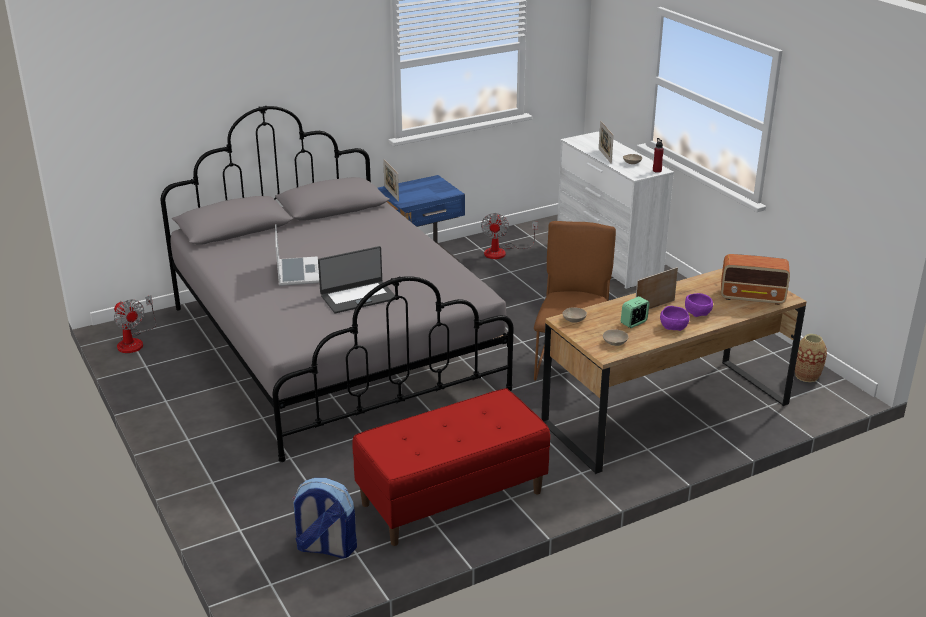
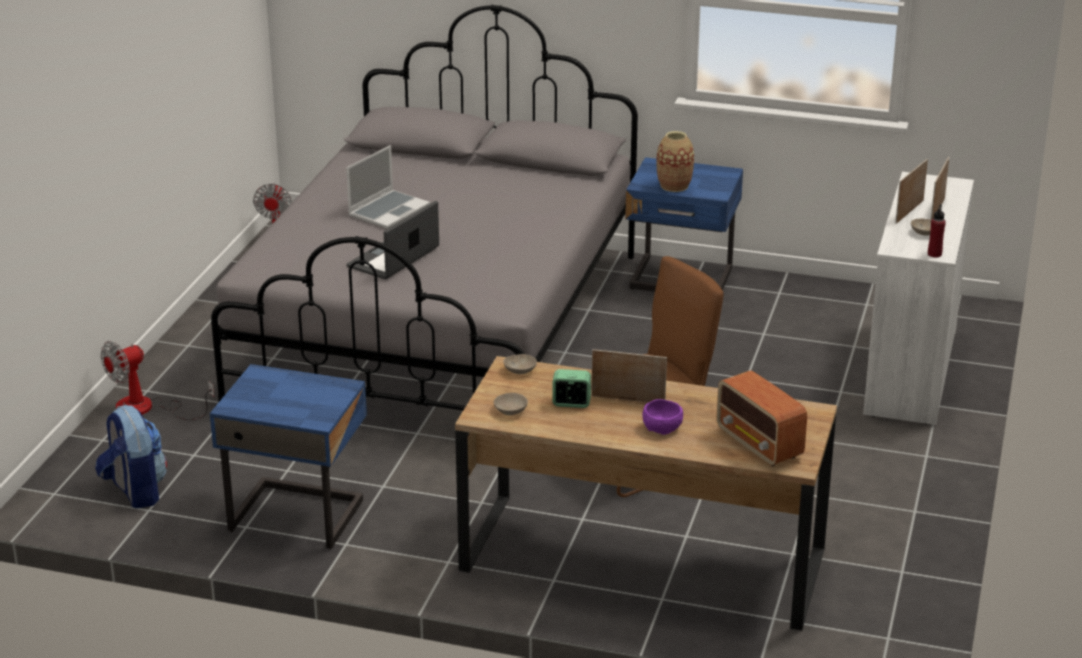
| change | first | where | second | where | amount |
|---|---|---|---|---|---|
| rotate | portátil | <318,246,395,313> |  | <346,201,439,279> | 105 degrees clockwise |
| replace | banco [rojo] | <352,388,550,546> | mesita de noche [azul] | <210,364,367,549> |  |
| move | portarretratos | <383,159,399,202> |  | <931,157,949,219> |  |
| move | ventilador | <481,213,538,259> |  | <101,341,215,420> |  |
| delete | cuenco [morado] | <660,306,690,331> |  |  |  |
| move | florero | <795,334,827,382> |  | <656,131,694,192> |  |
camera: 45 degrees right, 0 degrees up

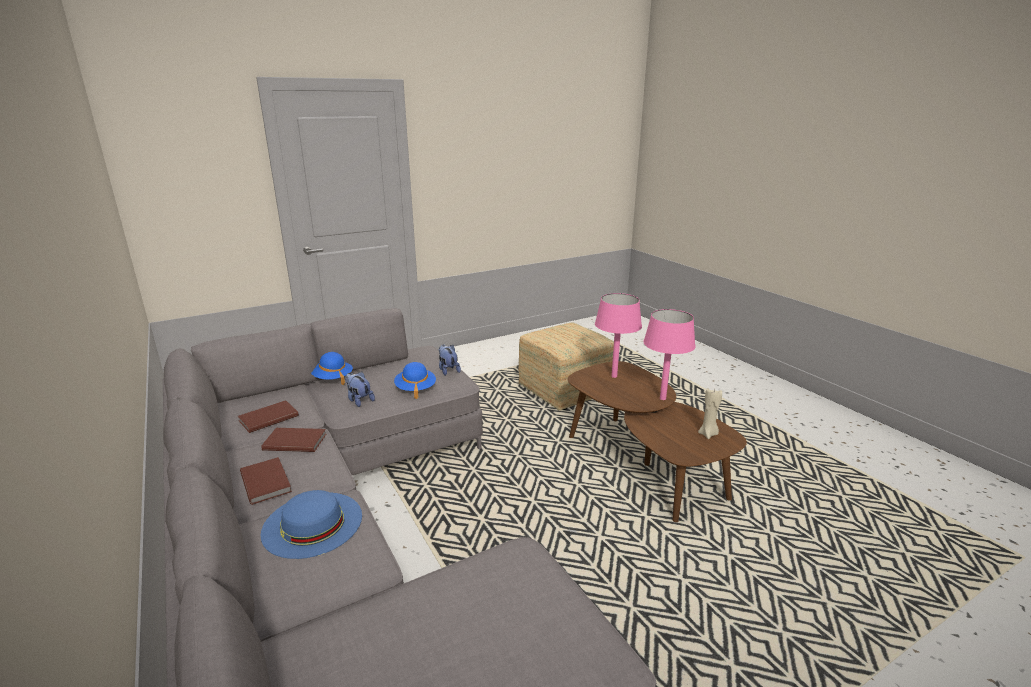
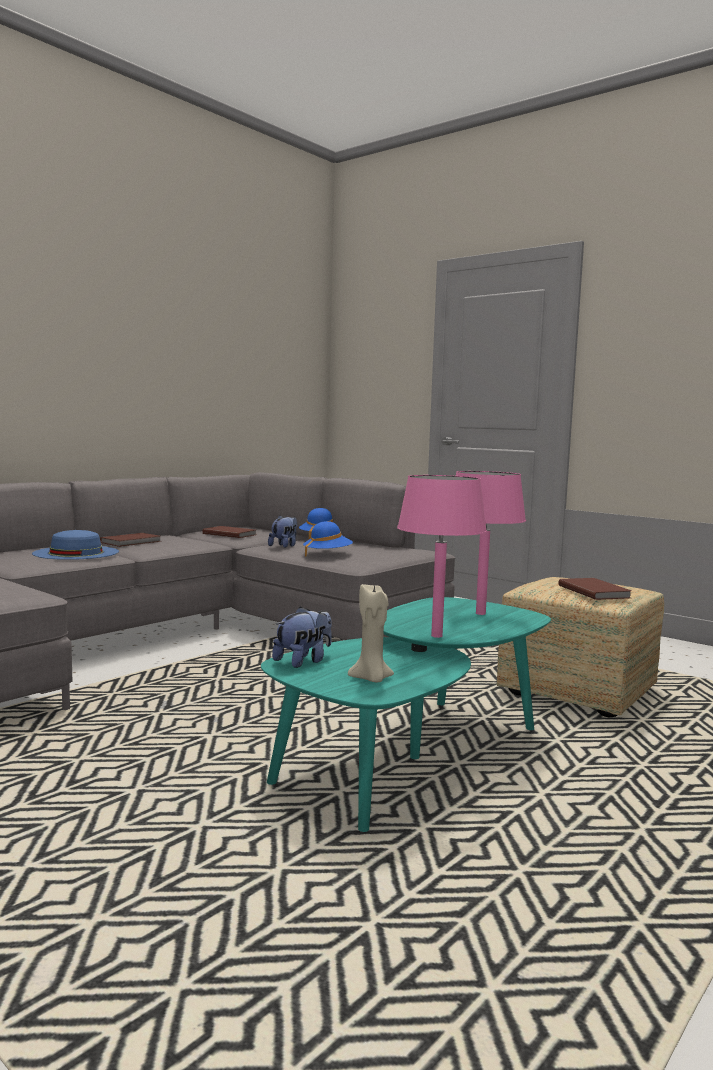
| change | first | where | second | where | amount |
|---|---|---|---|---|---|
| move | libro [marrón] | <261,428,326,452> |  | <558,578,632,600> |  |
| move | peluche | <439,344,461,376> |  | <272,606,332,668> |  |
| recolor | mesa de centro [marrón] | <567,361,747,522> | mesa de centro [turquesa] | <261,597,551,832> |  |
camera: 70 degrees right, 15 degrees down

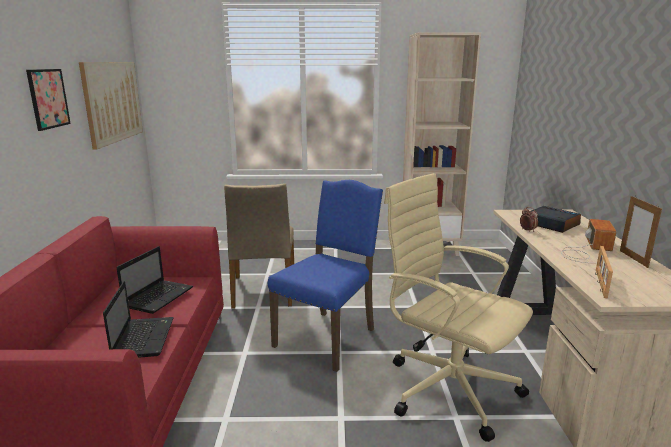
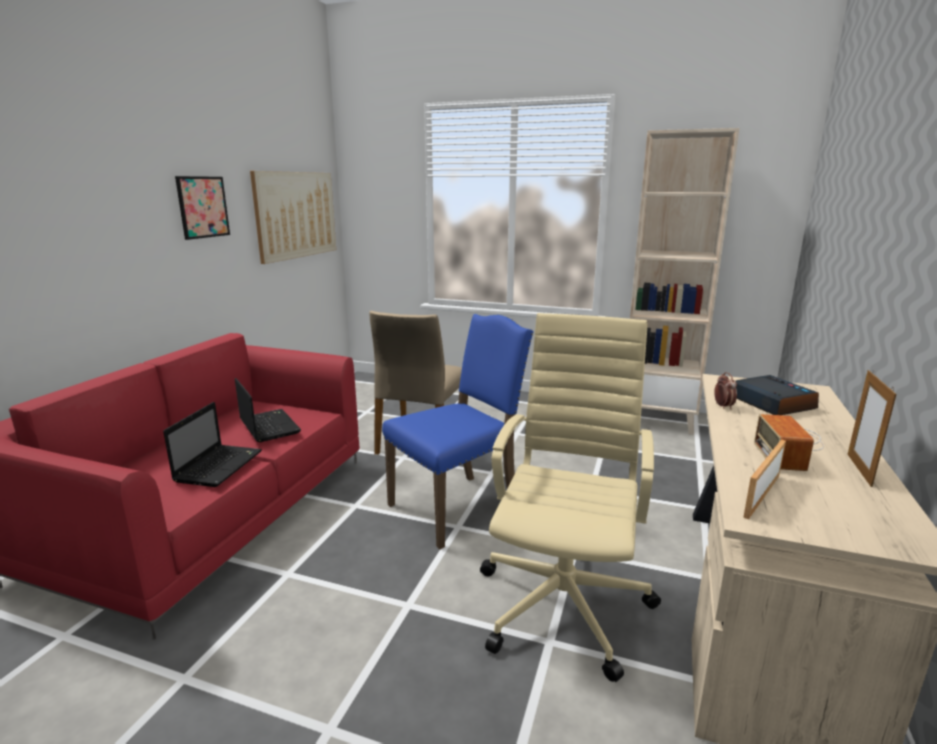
| change | first | where | second | where | amount |
|---|---|---|---|---|---|
| rotate | portátil | <116,246,193,314> |  | <235,378,301,442> | 75 degrees counterclockwise |
| rotate | silla de oficina [beis] | <384,173,533,442> |  | <480,313,661,682> | 45 degrees clockwise |
| rotate | radio | <561,219,616,263> |  | <754,414,824,471> | 150 degrees clockwise |
camera: 20 degrees right, 0 degrees up

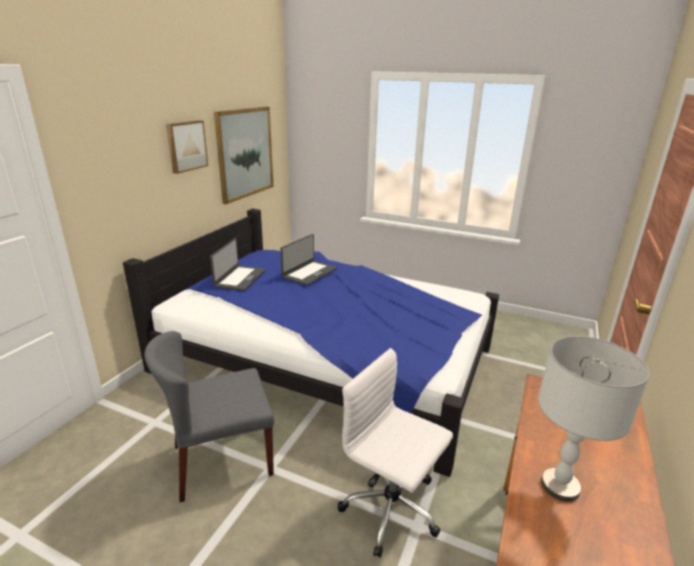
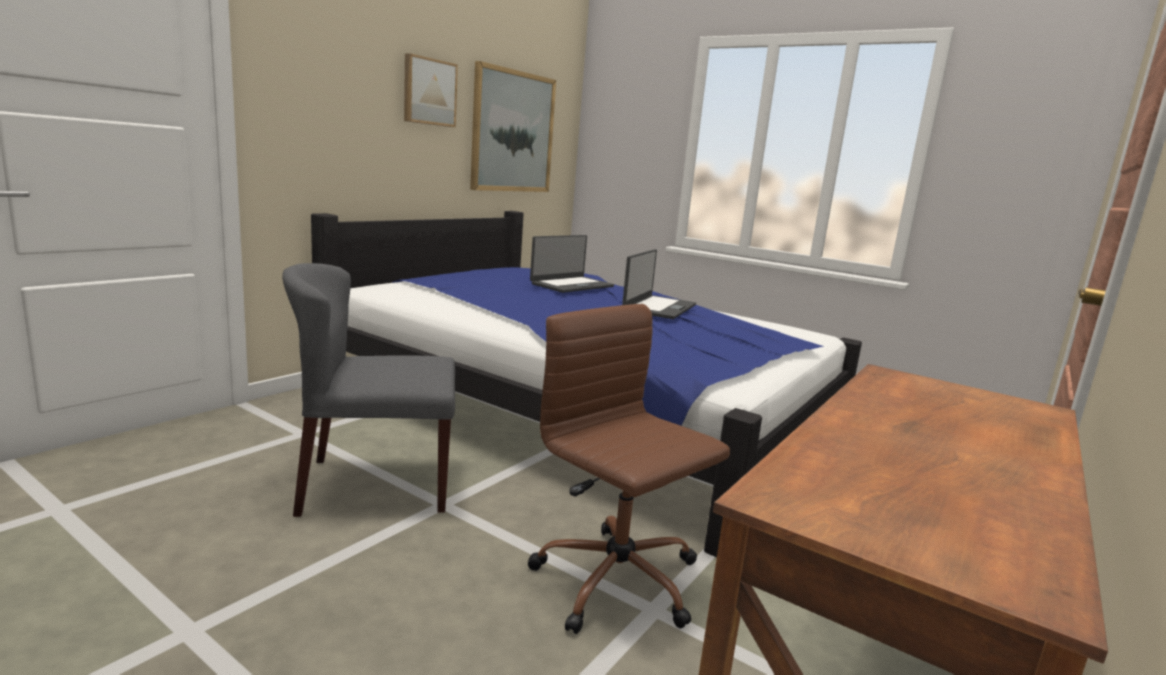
| change | first | where | second | where | amount |
|---|---|---|---|---|---|
| move | portátil | <210,238,266,291> |  | <622,249,696,319> |  |
| recolor | silla de oficina [blanco] | <338,348,453,558> | silla de oficina [marrón] | <527,304,730,634> |  |
| delete | lámpara de mesa [gris] | <538,336,649,502> |  |  |  |
camera: 10 degrees right, 10 degrees down

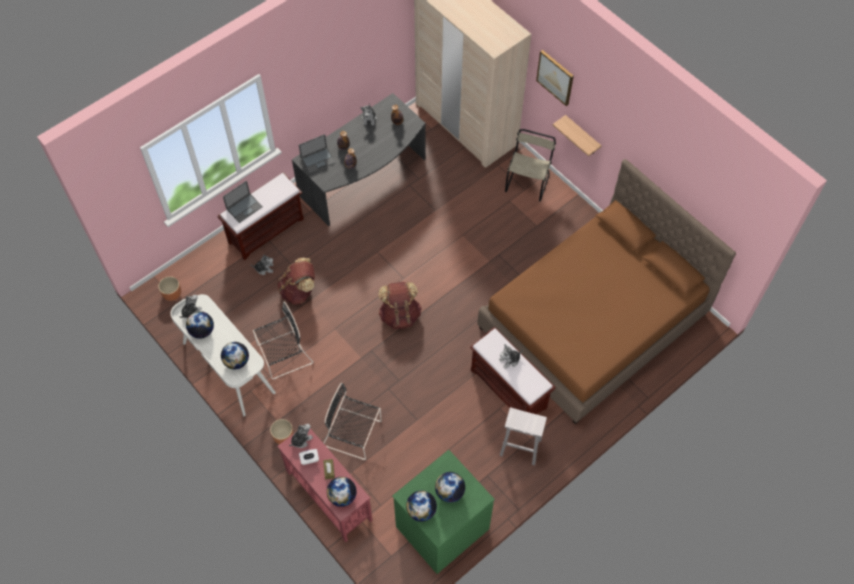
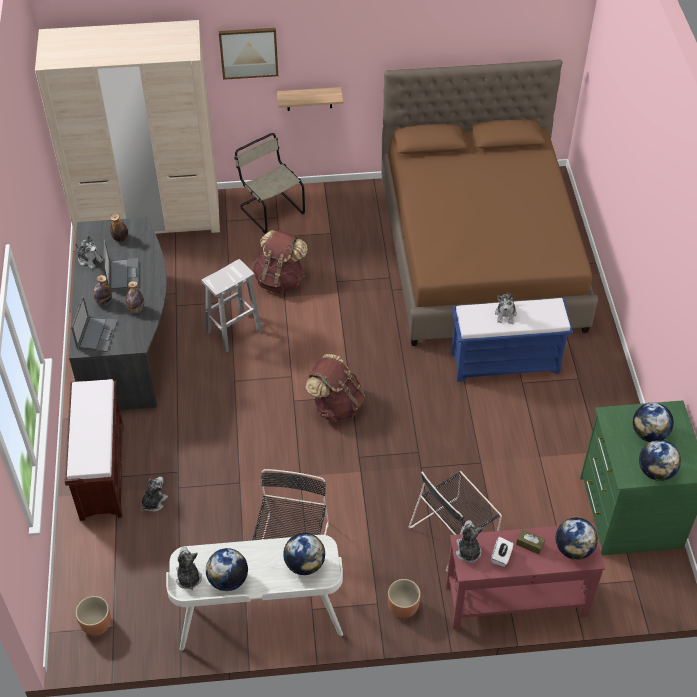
| change | first | where | second | where | amount |
|---|---|---|---|---|---|
| move | portátil | <223,180,263,223> |  | <104,240,139,290> |  |
| move | mochila [marrón] | <277,257,315,305> |  | <253,230,308,293> |  |
| recolor | banco [marrón] | <470,327,555,414> | banco [azul] | <451,298,573,382> |  |
| move | taburete [blanco] | <499,407,547,465> |  | <201,259,262,353> |  |
camera: 55 degrees left, 10 degrees down

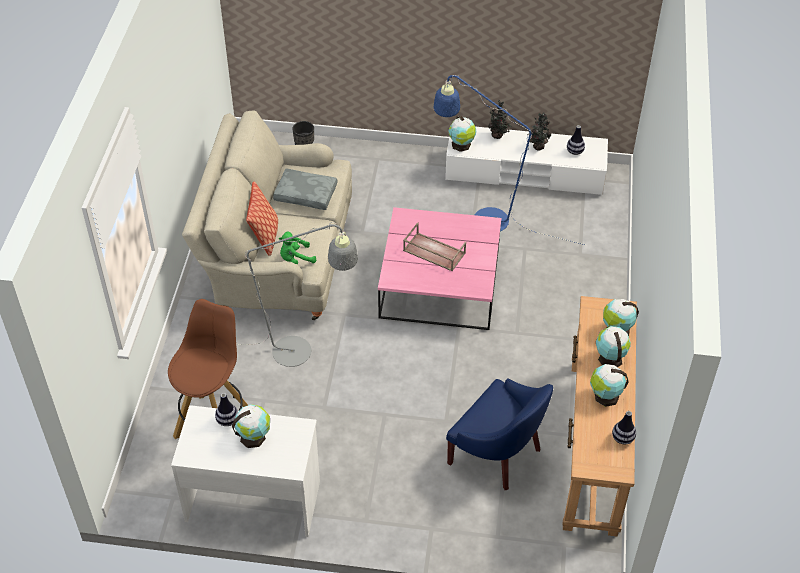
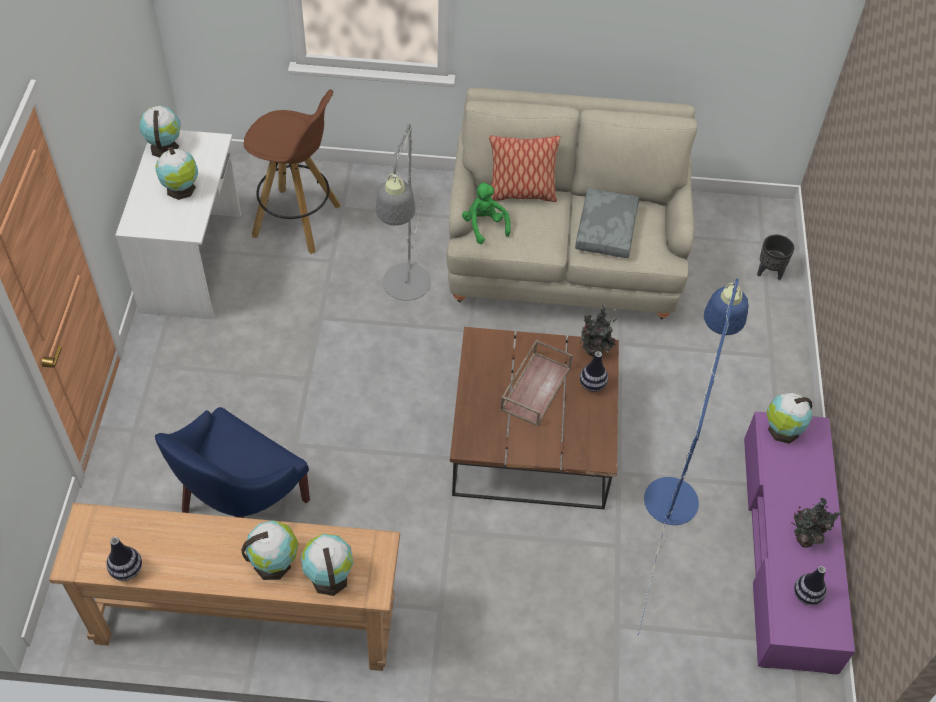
| change | first | where | second | where | amount |
|---|---|---|---|---|---|
| move | florero | <215,393,238,426> |  | <580,351,608,392> |  |
| recolor | mesa de centro [rosa] | <378,207,501,330> | mesa de centro [marrón] | <450,327,619,509> |  |
| recolor | mueble de televisión [blanco] | <445,127,608,195> | mueble de televisión [morado] | <744,412,855,674> |  |
| move | planta en maceta | <488,100,511,139> |  | <580,305,618,357> |  |
| move | globo terráqueo | <590,364,629,407> |  | <139,105,180,158> |  |
camera: 85 degrees right, 5 degrees up

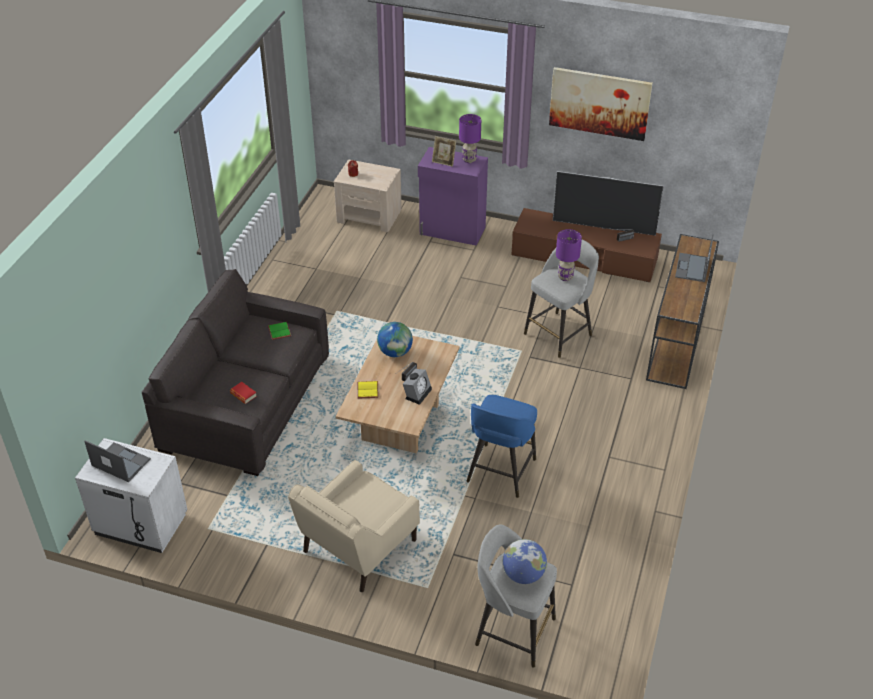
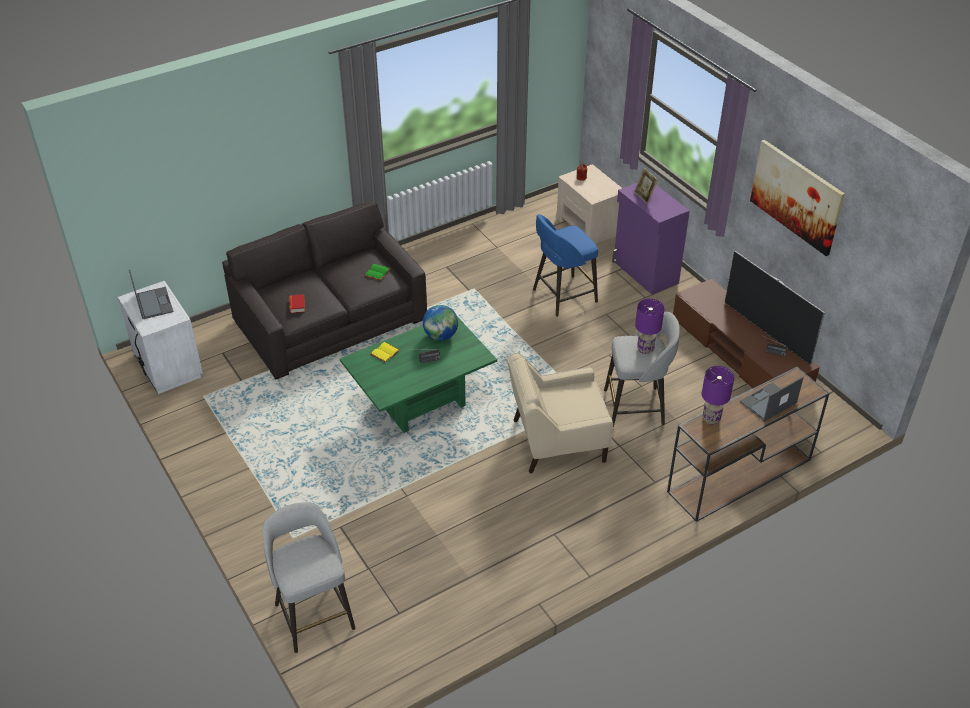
| change | first | where | second | where | amount |
|---|---|---|---|---|---|
| move | sillón [beis] | <288,460,420,592> |  | <507,353,613,473> |  |
| recolor | mesa de centro [beis] | <336,336,460,453> | mesa de centro [verde] | <340,317,497,433> |  |
| delete | despertador | <403,369,432,405> |  |  |  |
| move | lámpara de mesa [morado] | <459,114,481,163> |  | <702,366,735,425> |  |
| move | taburete [azul] | <466,395,537,498> |  | <533,214,598,317> |  |
| delete | globo terráqueo | <503,539,547,584> |  |  |  |
camera: 40 degrees right, 0 degrees up

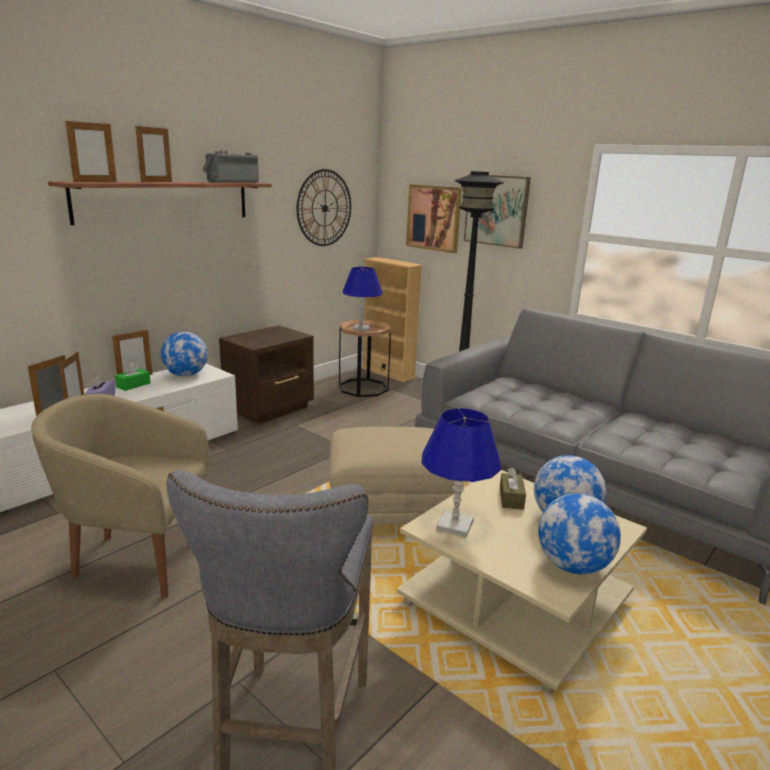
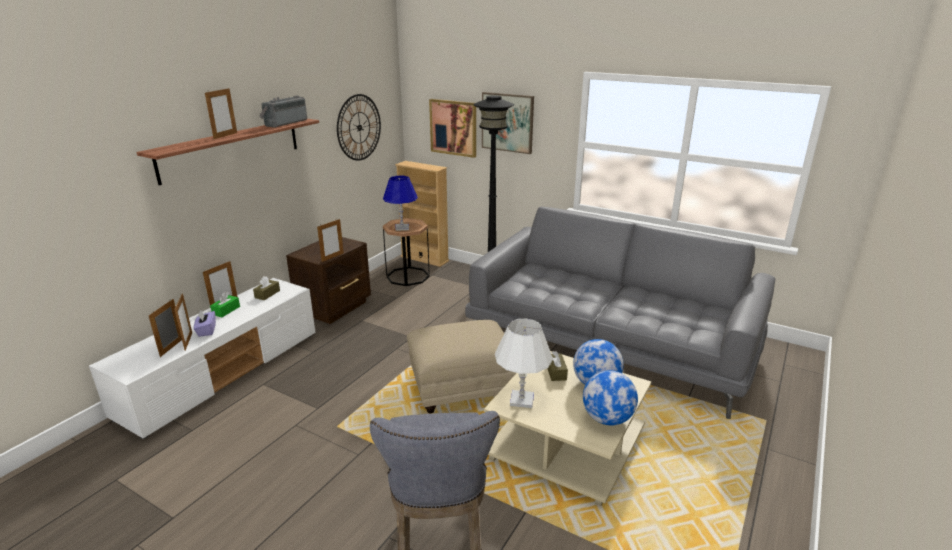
| change | first | where | second | where | amount |
|---|---|---|---|---|---|
| delete | sillón [beis] | <31,394,209,598> |  |  |  |
| move | portarretratos | <65,119,117,182> |  | <317,219,344,262> |  |
| replace | globo terráqueo | <161,332,208,377> | caja de pañuelos [marrón] | <253,276,280,300> |  |
| recolor | lámpara de mesa [azul] | <421,408,501,537> | lámpara de mesa [blanco] | <495,319,553,408> |  |
camera: 10 degrees left, 5 degrees up

